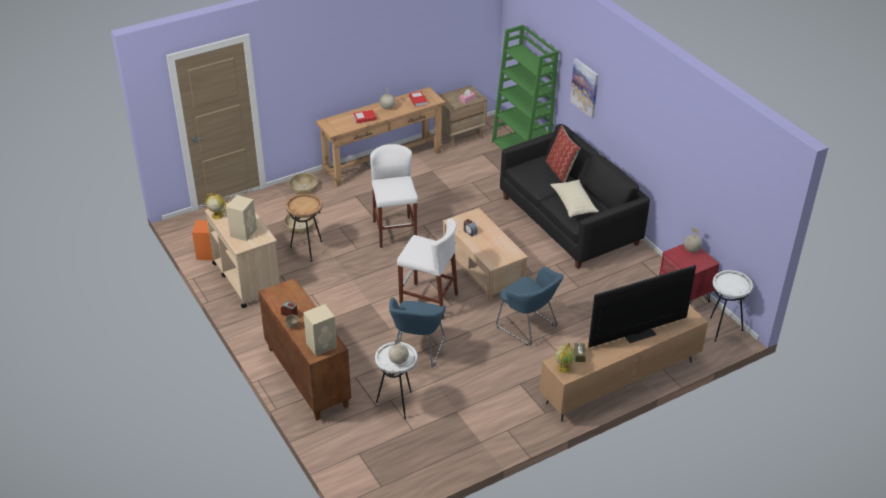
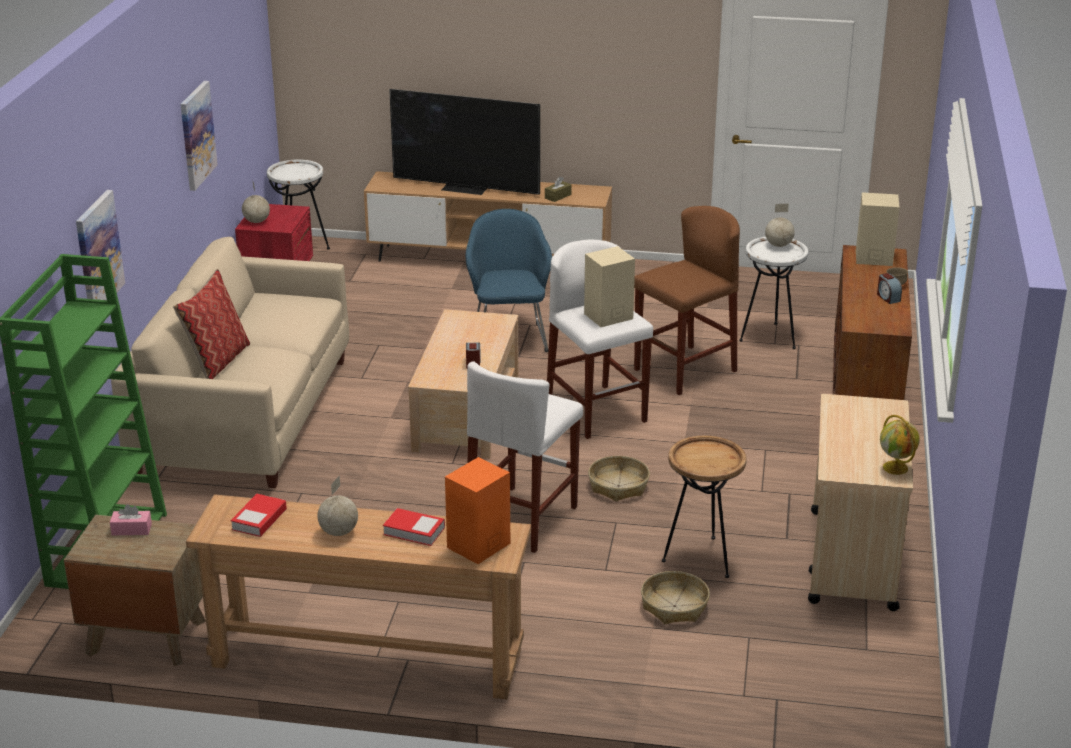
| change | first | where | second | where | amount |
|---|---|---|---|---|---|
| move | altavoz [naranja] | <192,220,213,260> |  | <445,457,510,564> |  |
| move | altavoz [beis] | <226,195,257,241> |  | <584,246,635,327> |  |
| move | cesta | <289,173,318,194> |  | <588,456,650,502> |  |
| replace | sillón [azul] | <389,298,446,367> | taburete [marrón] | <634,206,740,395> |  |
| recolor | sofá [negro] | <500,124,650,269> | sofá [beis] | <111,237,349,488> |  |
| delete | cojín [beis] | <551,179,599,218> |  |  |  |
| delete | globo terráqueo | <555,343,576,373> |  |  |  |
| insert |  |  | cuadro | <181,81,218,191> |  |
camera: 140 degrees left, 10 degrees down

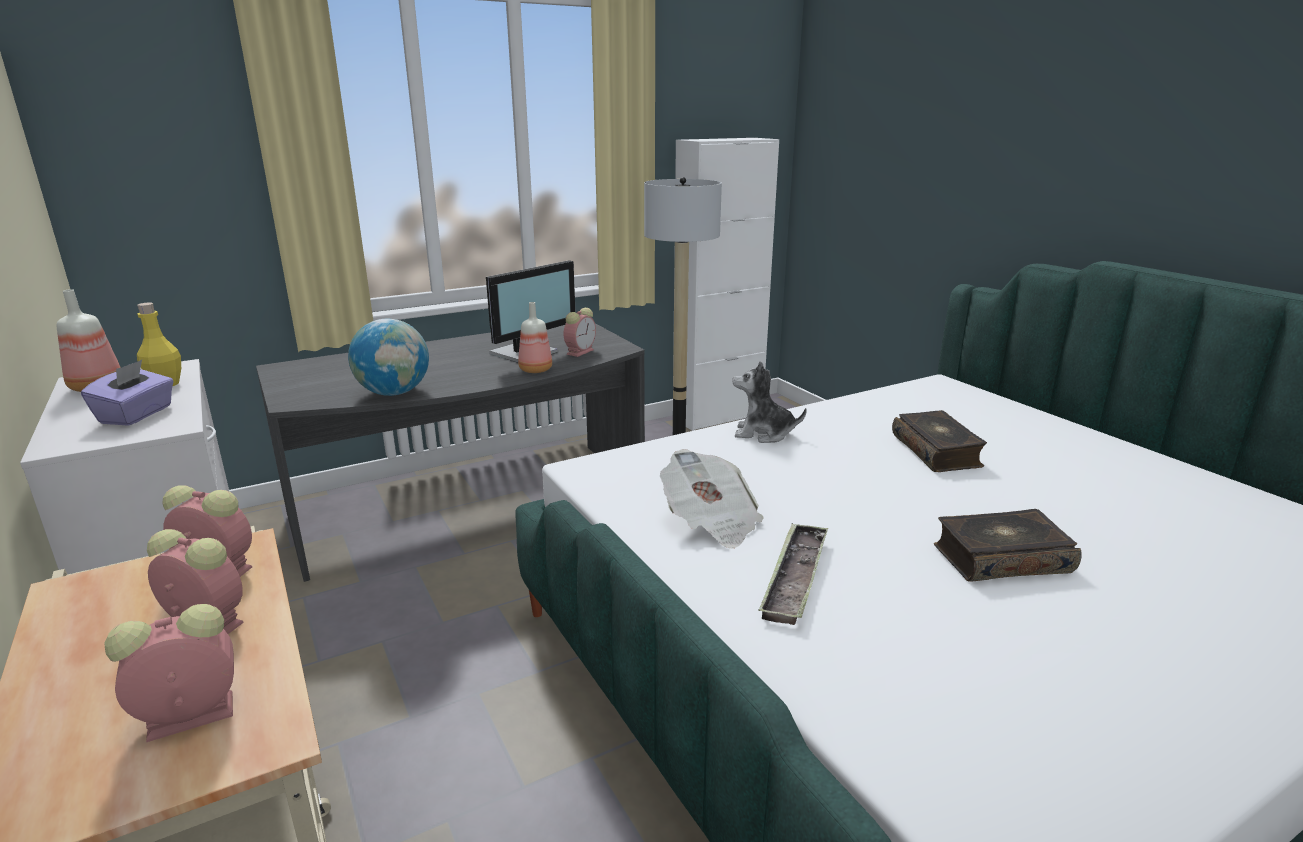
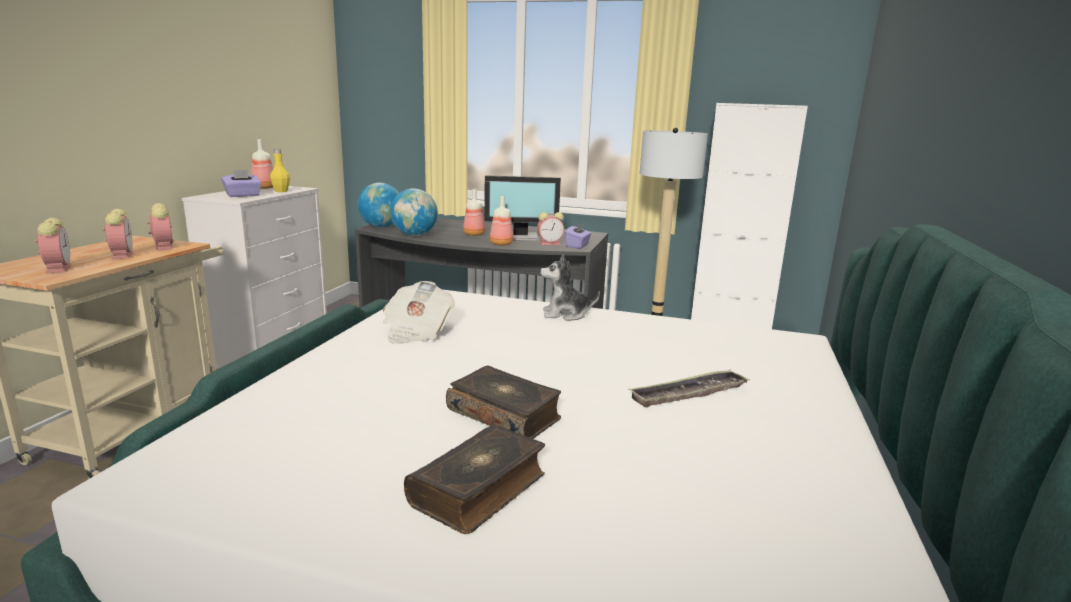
| change | first | where | second | where | amount |
|---|---|---|---|---|---|
| rotate | despertador | <104,604,234,742> |  | <35,218,71,273> | 45 degrees clockwise |
| rotate | peluche | <733,361,807,443> |  | <540,255,600,321> | 60 degrees counterclockwise |
| move | bandeja | <758,523,828,625> |  | <628,369,749,407> |  |
| move | libro | <892,410,987,472> |  | <404,424,545,534> |  |
| insert |  |  | globo terráqueo | <358,183,399,228> |  |
| insert |  |  | botella | <463,189,485,236> |  |
| insert |  |  | caja de pañuelos [morado] | <564,222,591,249> |  |
camera: 45 degrees right, 5 degrees down

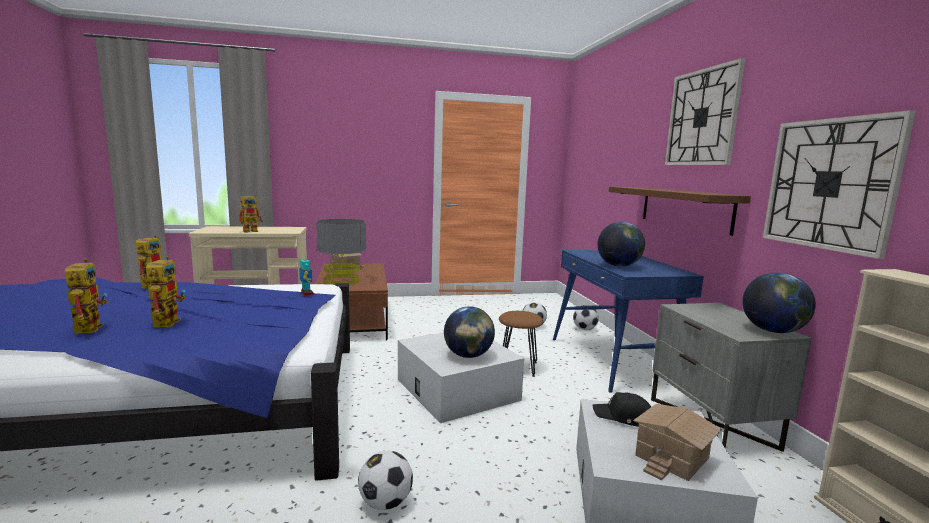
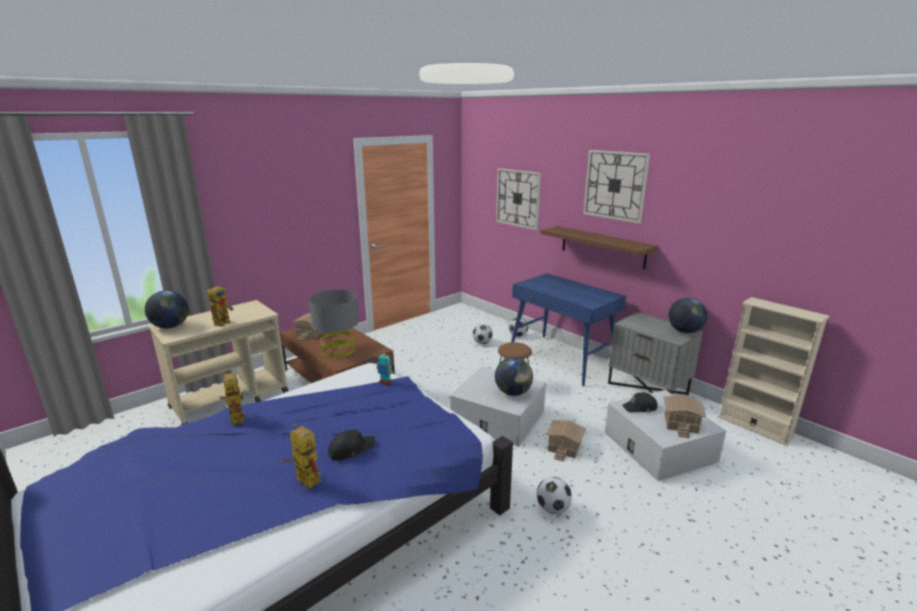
| change | first | where | second | where | amount |
|---|---|---|---|---|---|
| replace | robot de juguete | <146,256,186,327> | gorra [negro] | <328,429,375,461> |  |
| move | globo terráqueo | <597,222,645,267> |  | <145,290,189,328> |  |
| move | reloj de pared | <763,110,916,259> |  | <496,168,541,230> |  |
| insert |  |  | casita | <545,420,586,462> |  |
camera: 30 degrees left, 10 degrees up

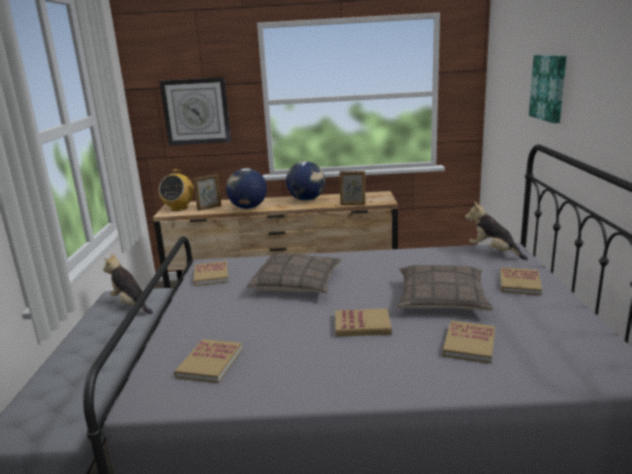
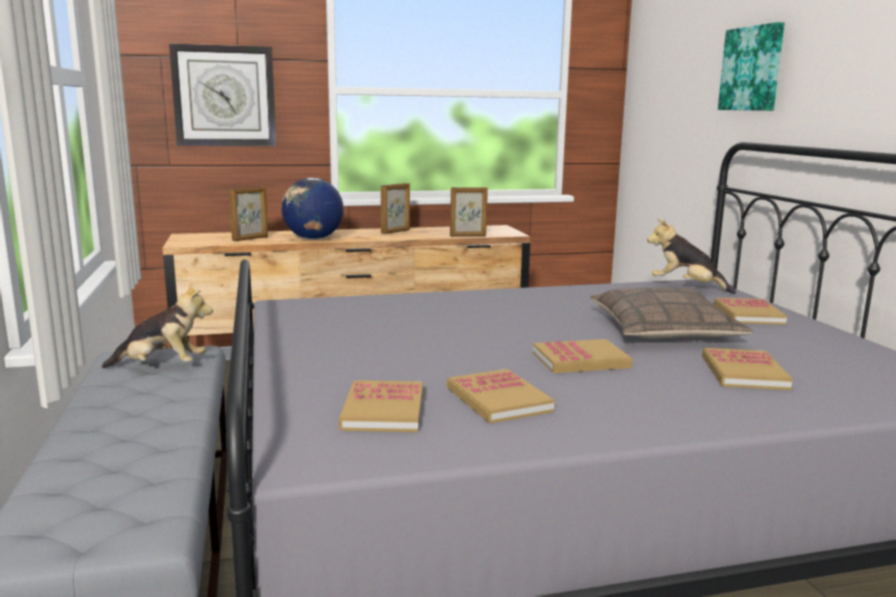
| change | first | where | second | where | amount |
|---|---|---|---|---|---|
| rotate | peluche | <103,253,153,314> |  | <102,282,213,368> | 150 degrees clockwise |
| delete | radio | <159,169,194,211> |  |  |  |
| move | libro | <193,261,228,286> |  | <447,369,555,423> |  |
| delete | cojín | <247,253,342,293> |  |  |  |
| replace | globo terráqueo | <286,161,325,201> | portarretratos | <381,183,410,234> |  |
camera: 15 degrees left, 5 degrees down

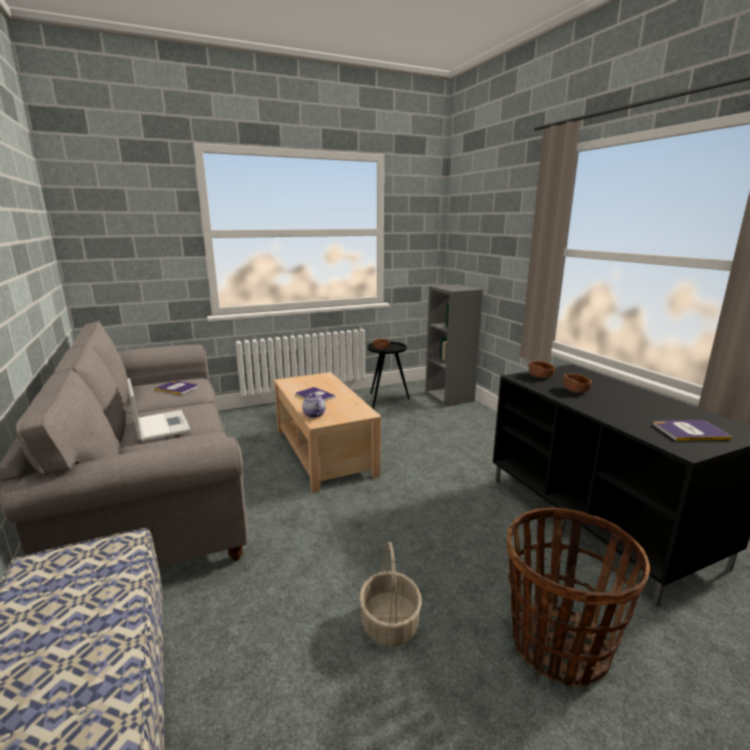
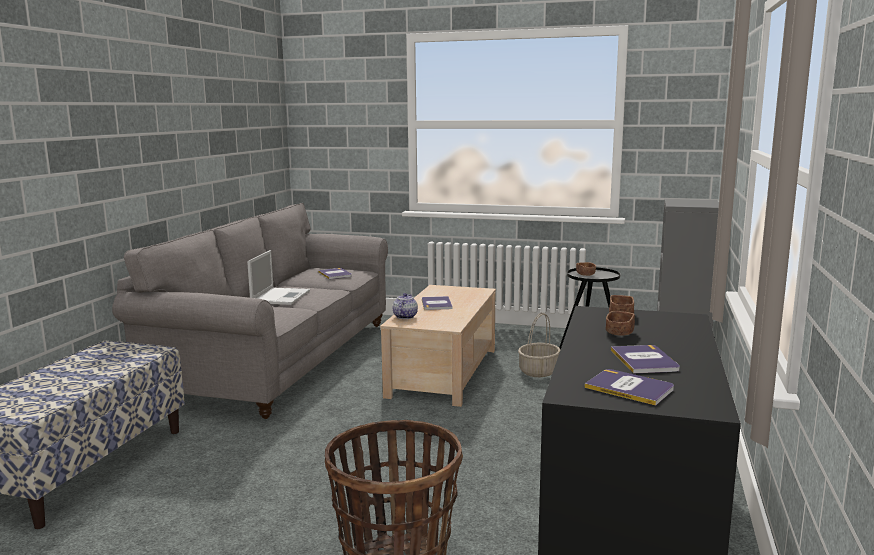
| change | first | where | second | where | amount |
|---|---|---|---|---|---|
| move | cesta | <359,542,422,647> |  | <518,313,560,377> |  |
| insert |  |  | libro | <611,345,680,374> |  |
camera: 40 degrees right, 5 degrees down

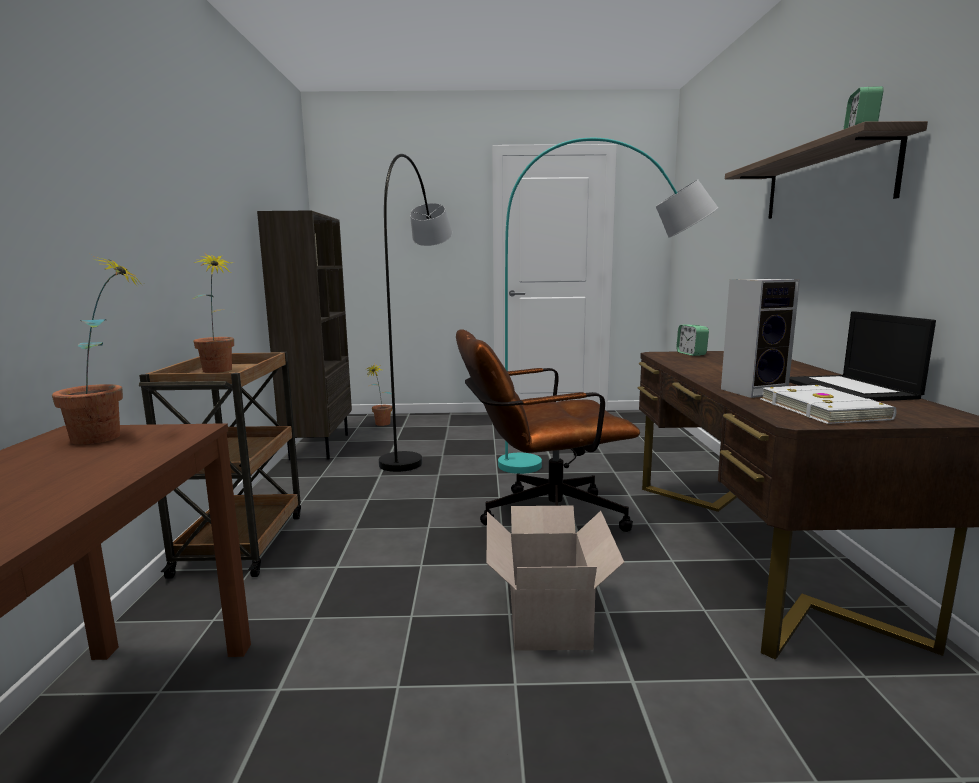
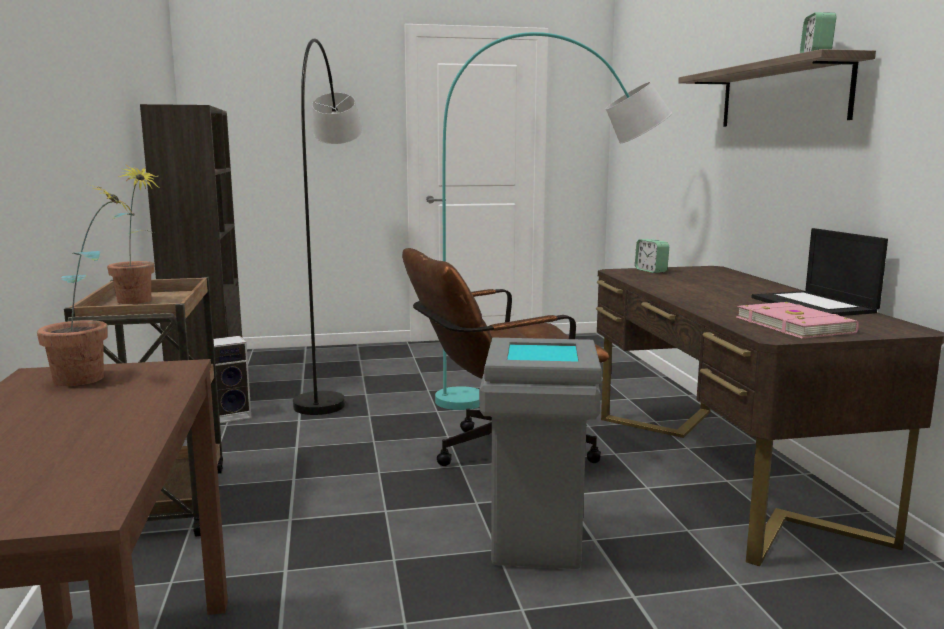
| change | first | where | second | where | amount |
|---|---|---|---|---|---|
| delete | planta en maceta | <366,363,392,426> |  |  |  |
| replace | caja de cartón | <487,506,624,651> | papelera [gris] | <479,338,602,569> |  |
| move | altavoz | <721,279,800,398> |  | <214,336,252,423> |  |
| recolor | libro [blanco] | <761,385,897,424> | libro [rosa] | <737,302,859,338> |  |
camera: 10 degrees left, 0 degrees up

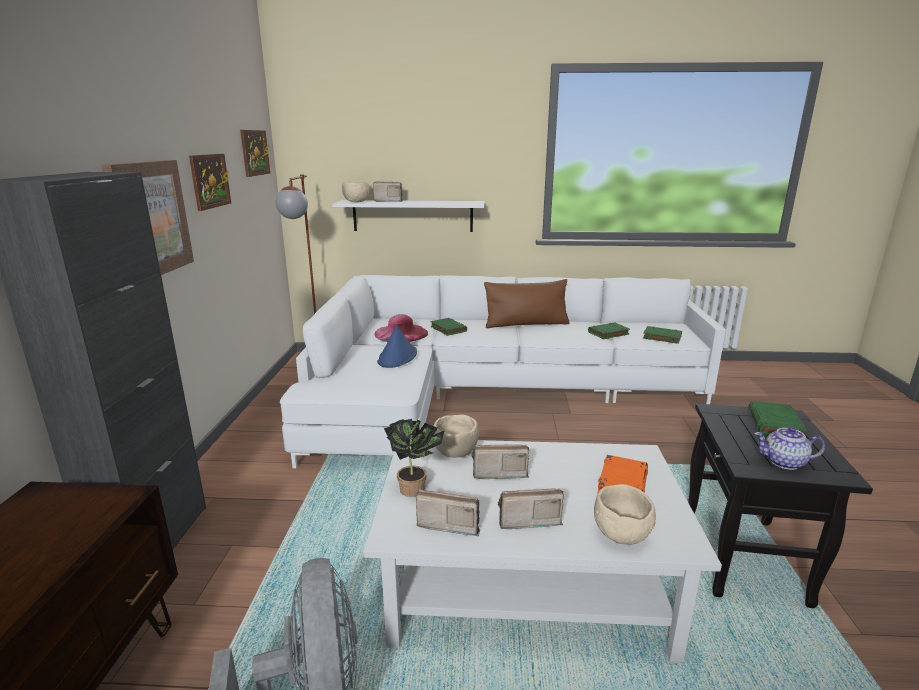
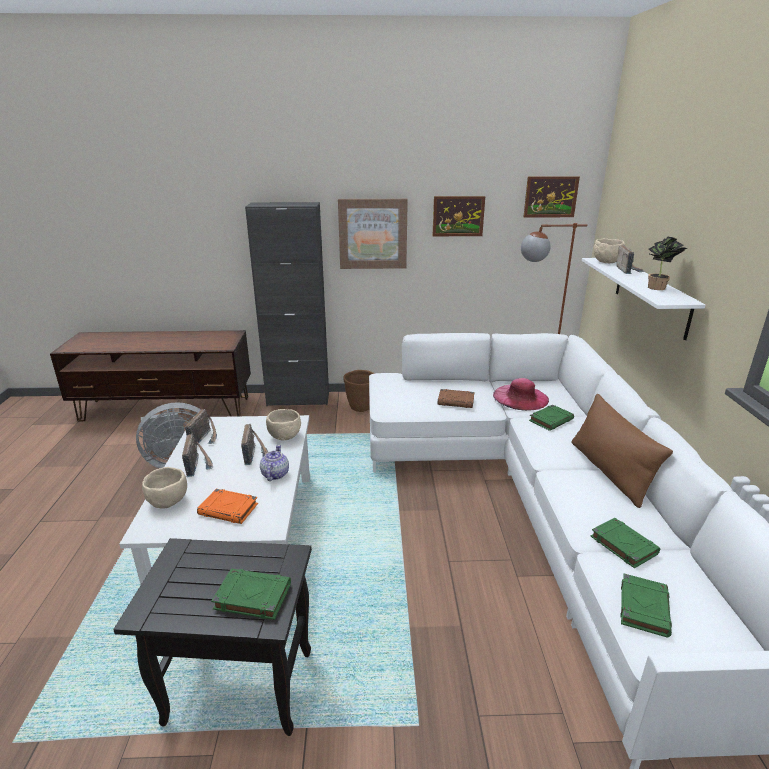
| change | first | where | second | where | amount |
|---|---|---|---|---|---|
| replace | sombrero [azul] | <377,325,417,368> | libro [marrón] | <438,389,474,408> |  |
| move | planta en maceta | <384,419,445,497> |  | <648,237,687,290> |  |
| move | tetera | <754,427,825,470> |  | <260,445,289,481> |  |
| insert |  |  | maceta [marrón] | <343,370,375,412> |  |
camera: 85 degrees right, 5 degrees up

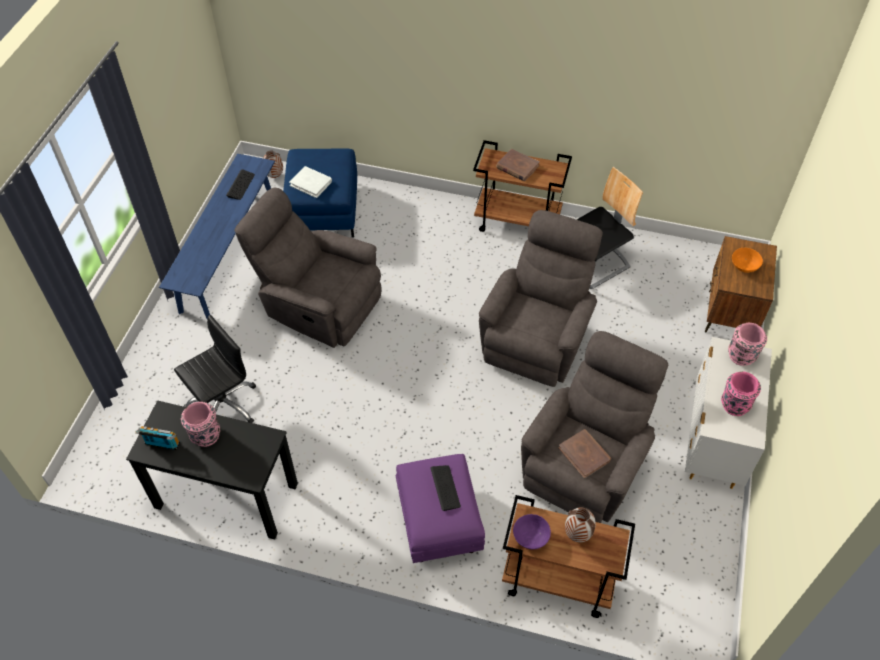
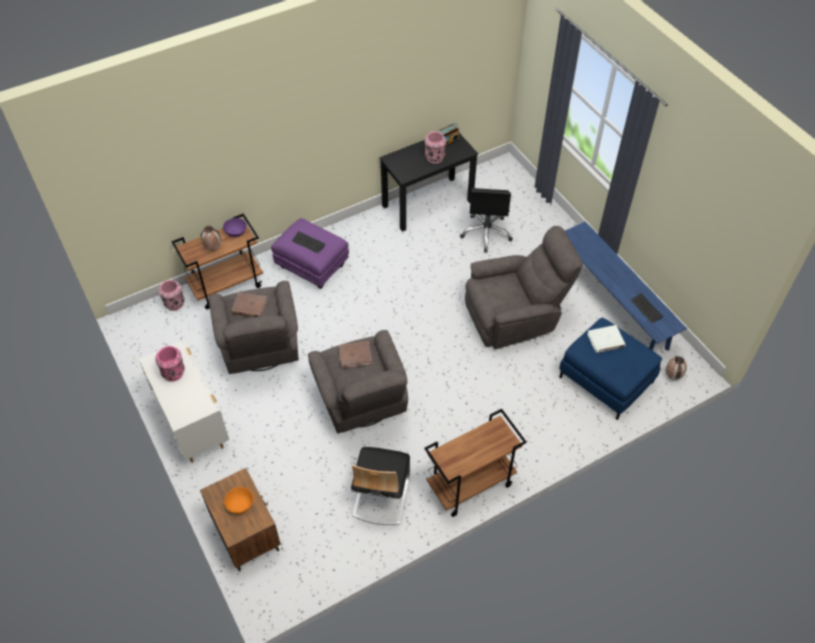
| change | first | where | second | where | amount |
|---|---|---|---|---|---|
| move | libro [marrón] | <496,149,540,181> |  | <338,341,372,369> |  |
| move | florero [rosa] | <728,323,767,366> |  | <159,280,185,311> |  |
camera: 135 degrees right, 0 degrees up

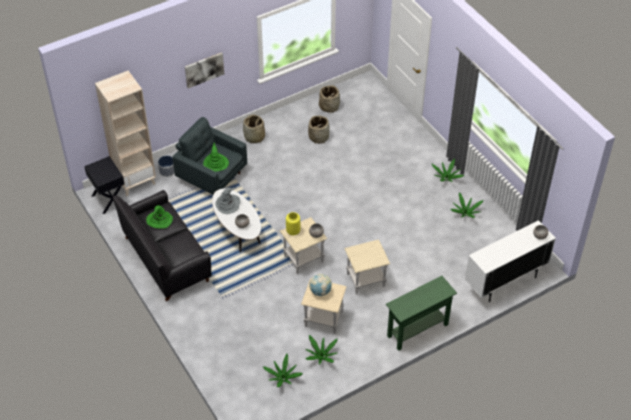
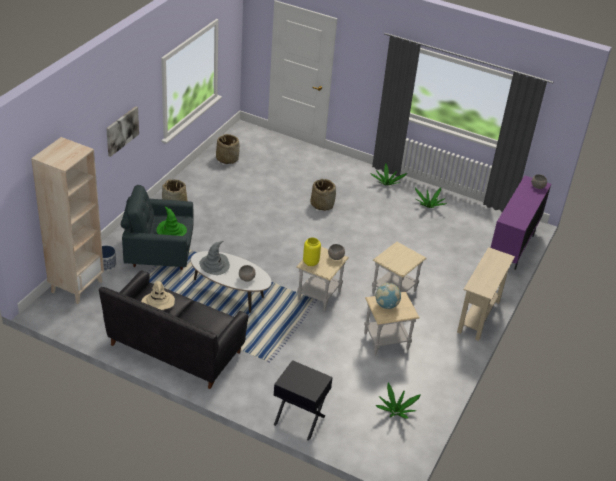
| change | first | where | second | where | amount |
|---|---|---|---|---|---|
| move | mesita de noche [negro] | <84,156,128,214> |  | <274,360,333,441> |  |
| recolor | sombrero [verde] | <146,205,173,229> | sombrero [beis] | <141,281,175,310> |  |
| delete | planta en maceta | <305,335,338,365> |  |  |  |
| move | cesta | <308,116,329,144> |  | <310,179,336,211> |  |
| recolor | mesa consola [verde] | <386,276,457,351> | mesa consola [beis] | <457,247,515,341> |  |
| recolor | armario [blanco] | <465,220,556,302> | armario [morado] | <491,175,551,270> |  |
camera: 35 degrees left, 10 degrees down

